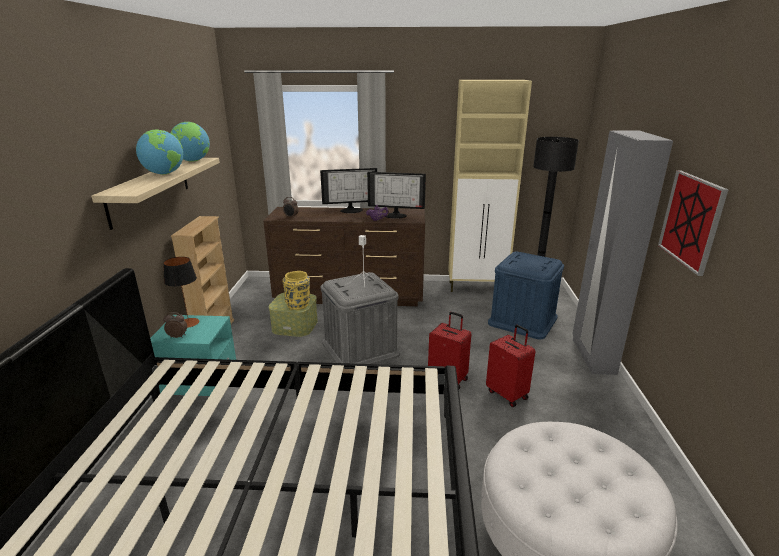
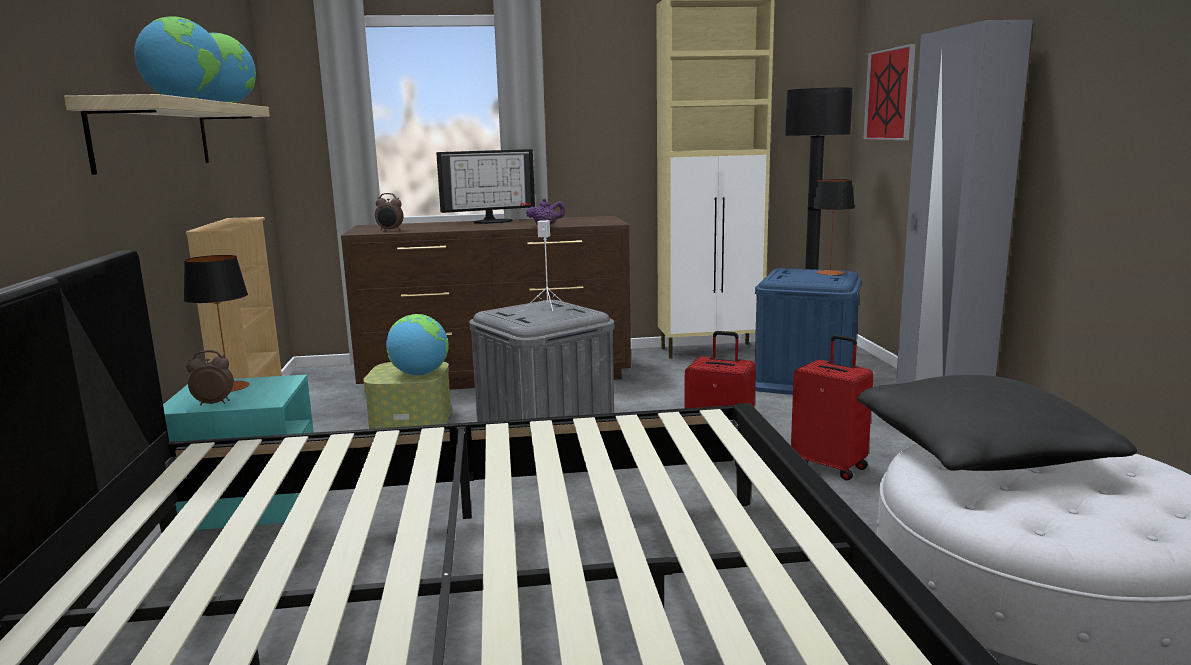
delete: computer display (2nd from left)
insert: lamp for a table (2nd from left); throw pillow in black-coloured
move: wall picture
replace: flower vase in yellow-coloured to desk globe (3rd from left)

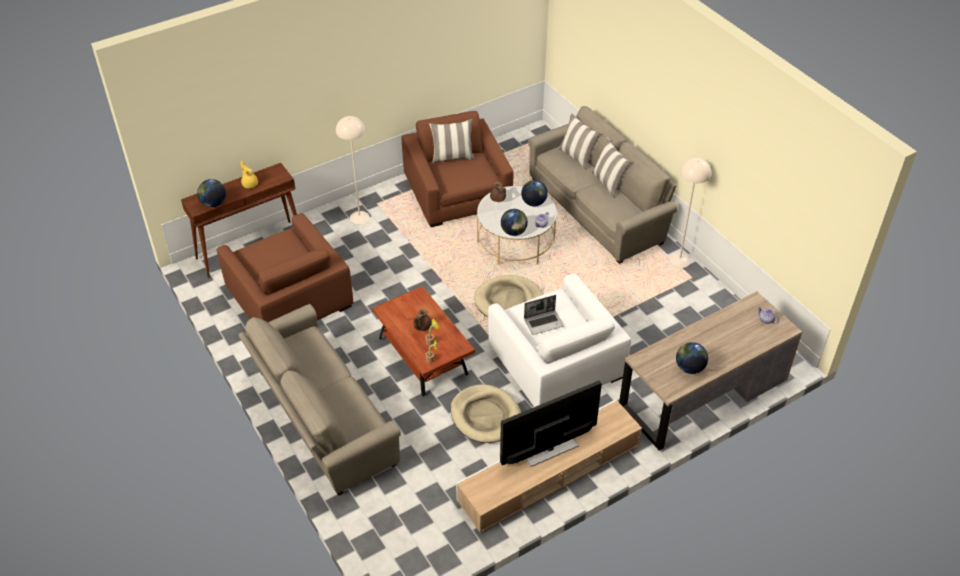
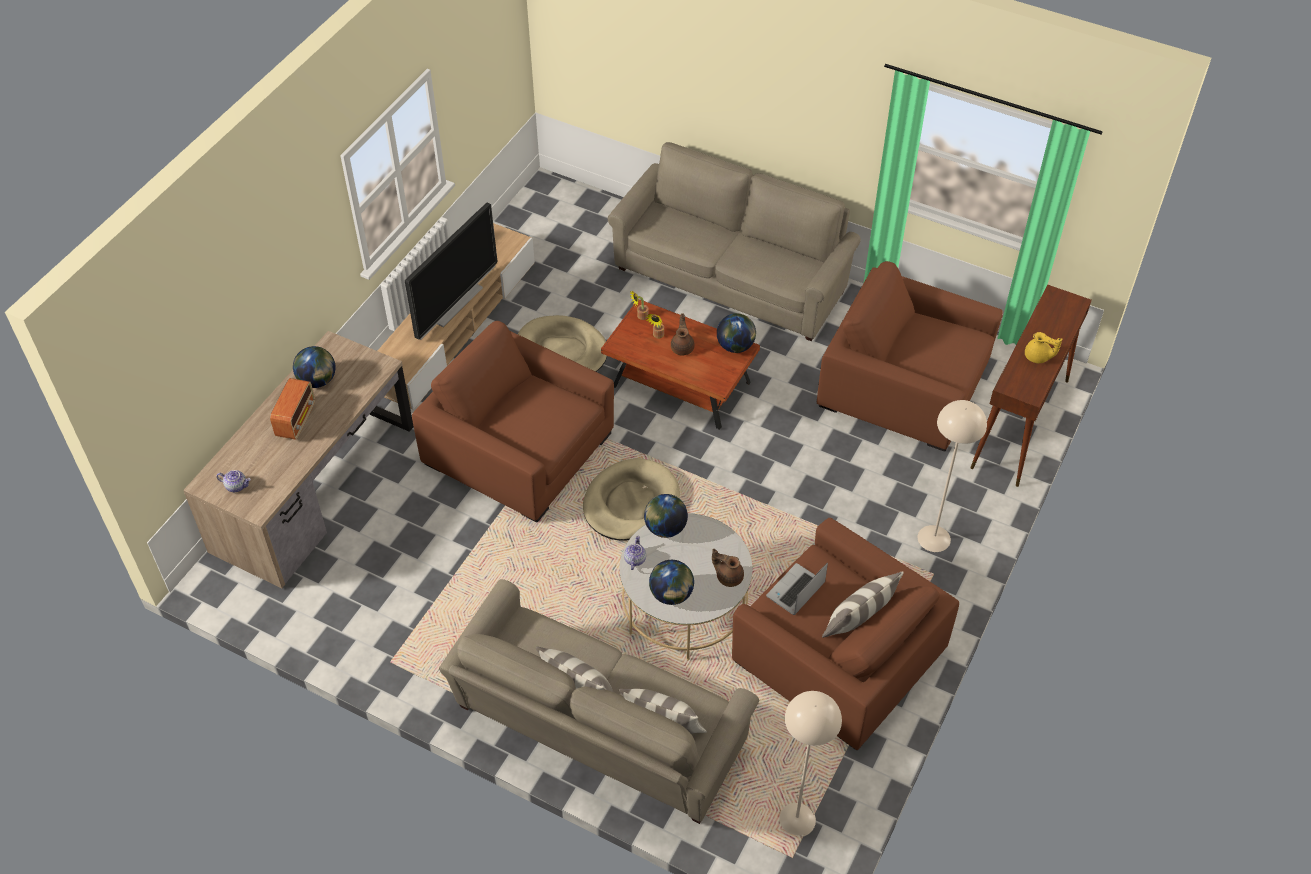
insert: radio
move: desk globe (1st from left in the first image) to desk globe (4th from left); notebook computer; standard lamp in beige-coloured (2nd from left in the first image) to standard lamp in beige-coloured (1st from left)
recolor: armchair in whitish to armchair in brown-coloured (1st from left)

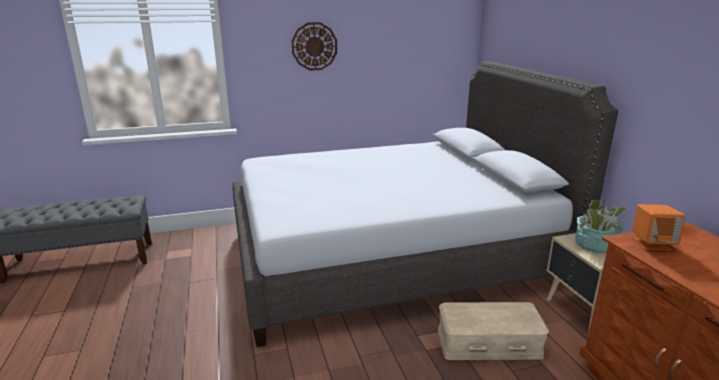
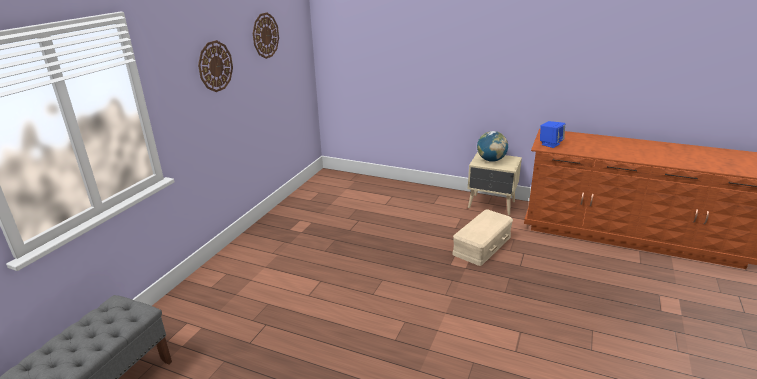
delete: bedroom bed in gray
insert: hanging clock (2nd from left)
replace: plant in a pot to desk globe
recolor: speaker in orangey to speaker in blue

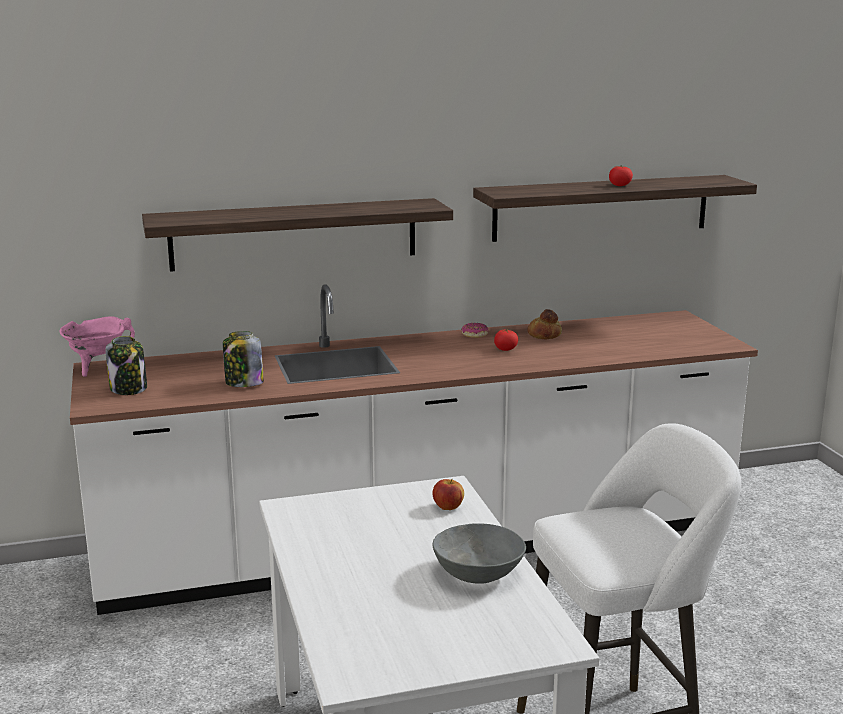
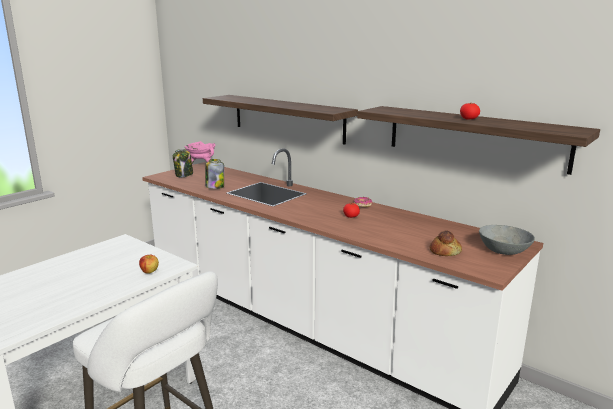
move: bread; serving bowl in gray

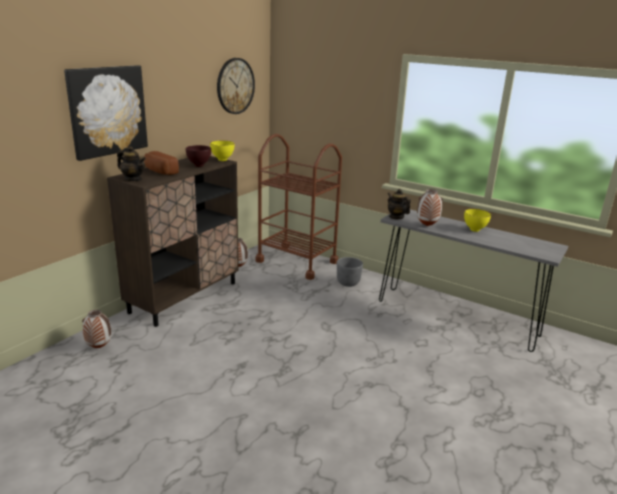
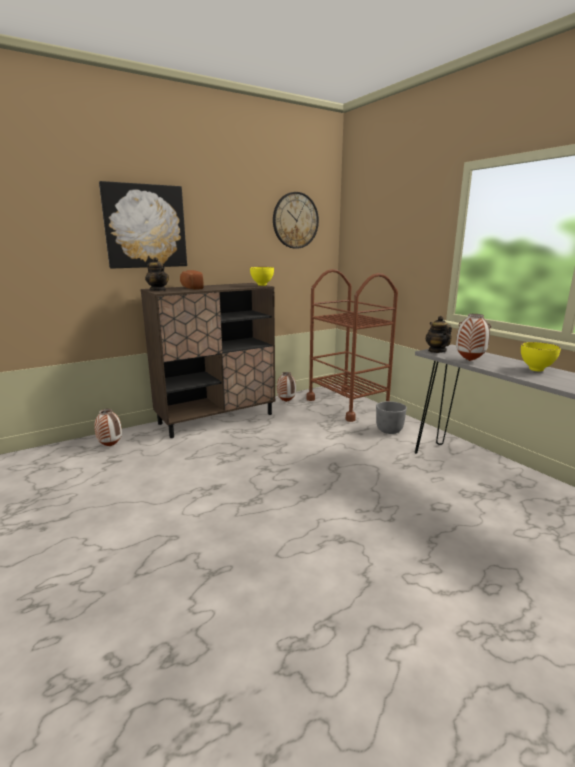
delete: serving bowl in brown-coloured

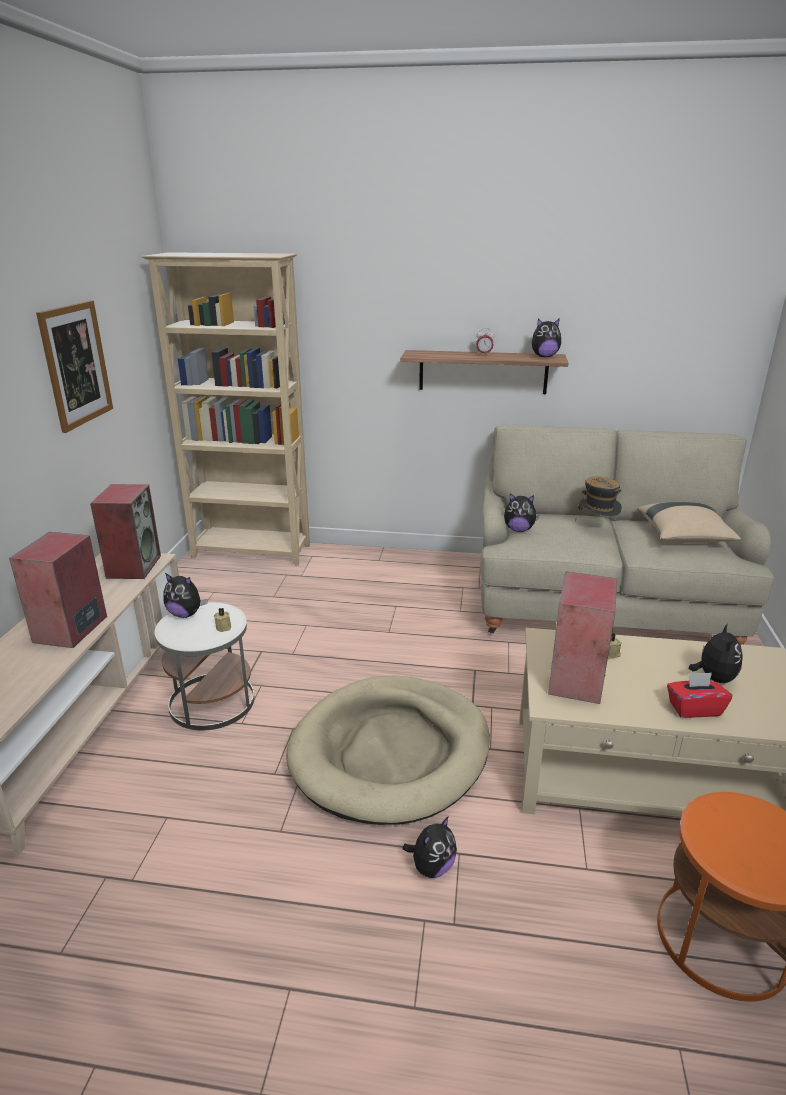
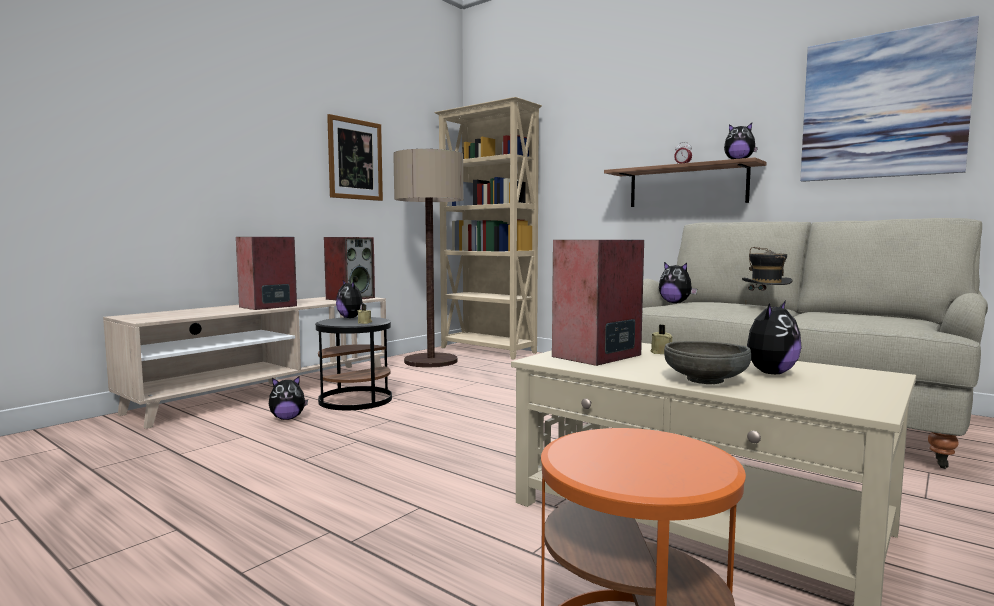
delete: dog cushion in beige-coloured; throw pillow in beige-coloured
insert: standard lamp; wall picture (2nd from left)
move: soft toy (2nd from left in the first image) to soft toy (1st from left)
replace: tissue holder in reddish to serving bowl in gray
recolor: accent table in whitish to accent table in black-coloured

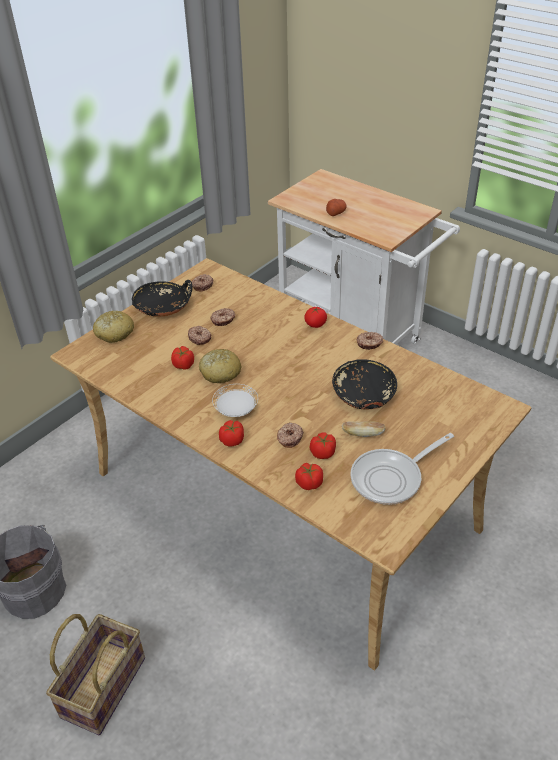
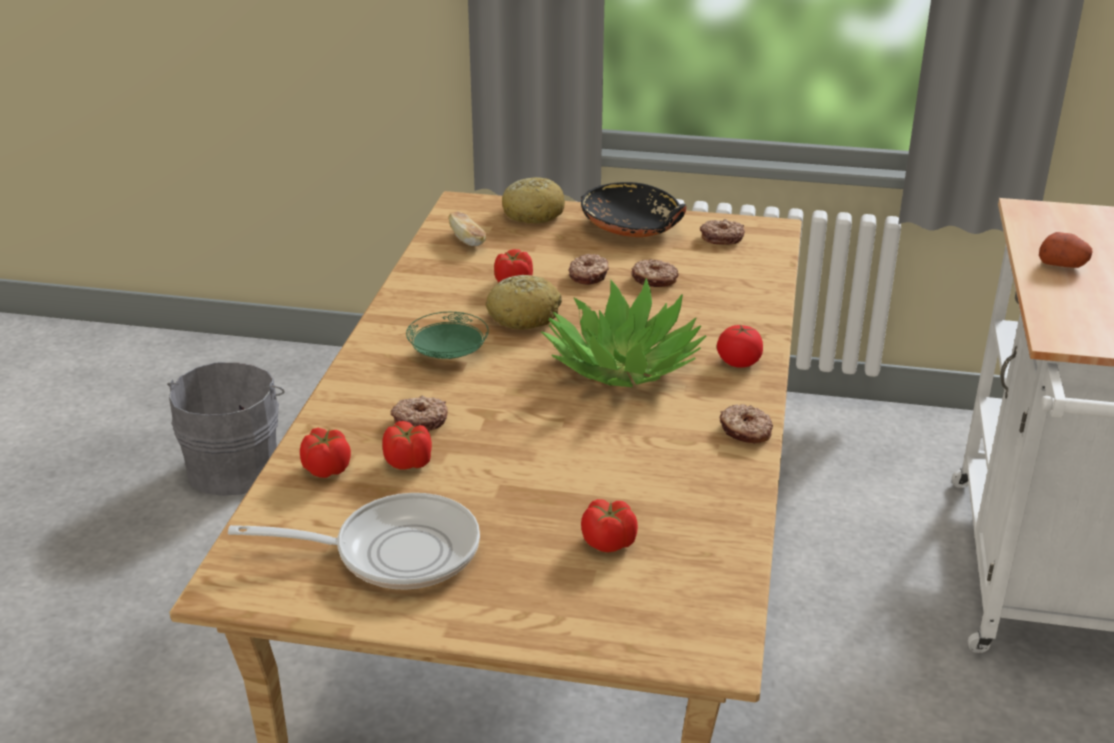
delete: household basket; serving bowl in black-coloured (2nd from left)
insert: plant in a pot
move: bread (3rd from left in the first image) to bread (1st from left); tomato (2nd from left in the first image) to tomato (4th from left)
recolor: dinner plate in whitish to dinner plate in green-coloured
rotate: frying pan 150 degrees clockwise

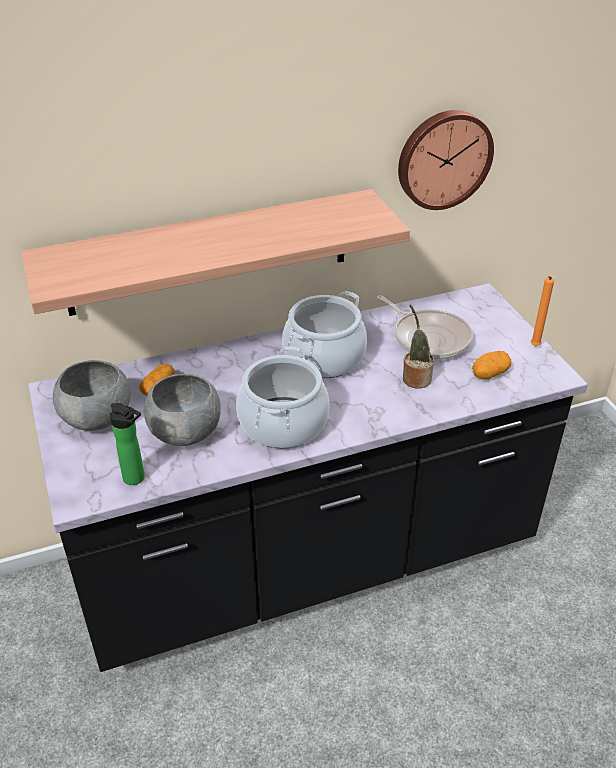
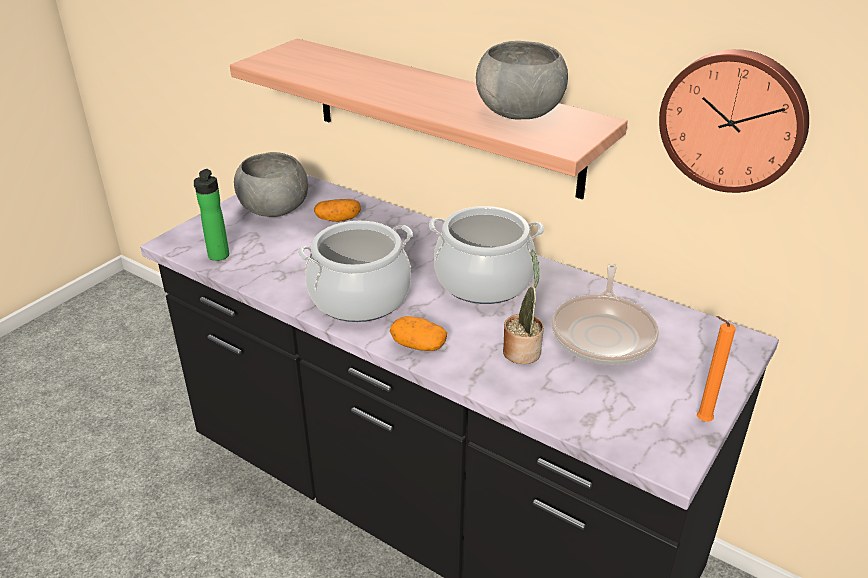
move: whole potato (2nd from left); serving bowl in gray (2nd from left)

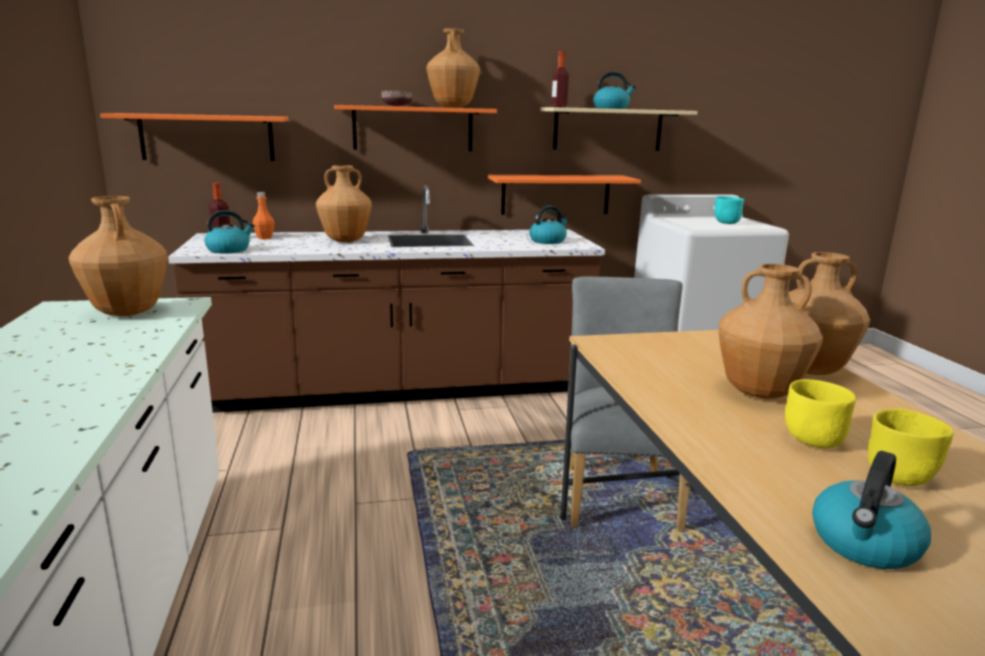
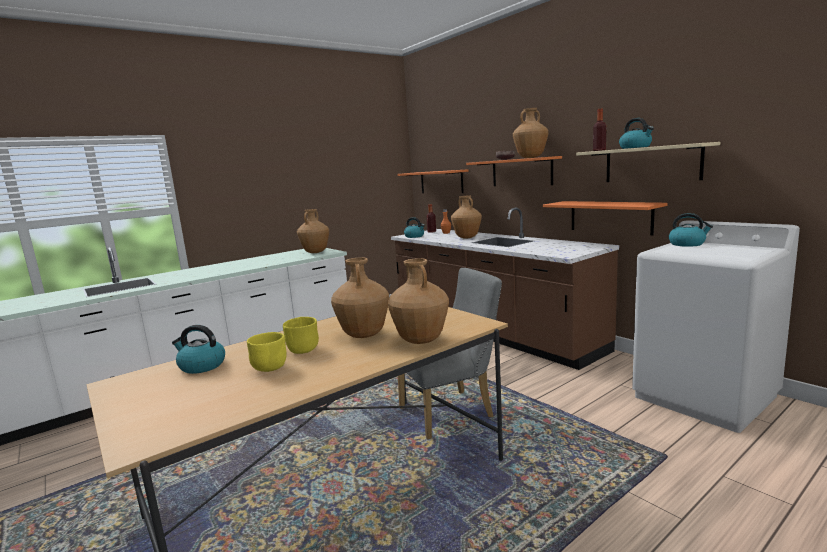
delete: serving bowl in turquoise
move: kettle (2nd from left in the first image) to kettle (4th from left)

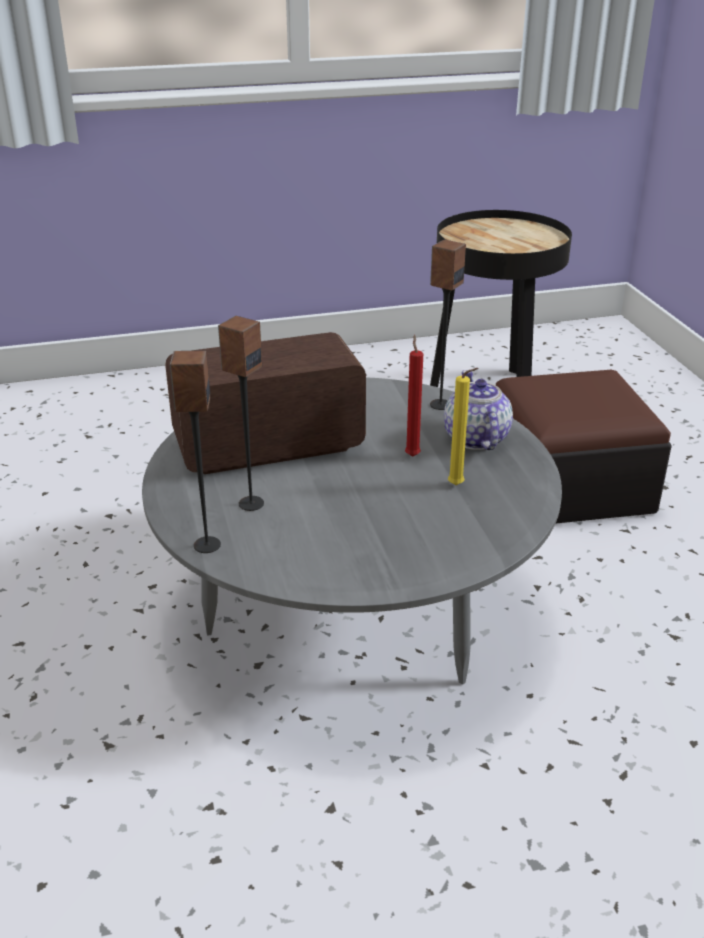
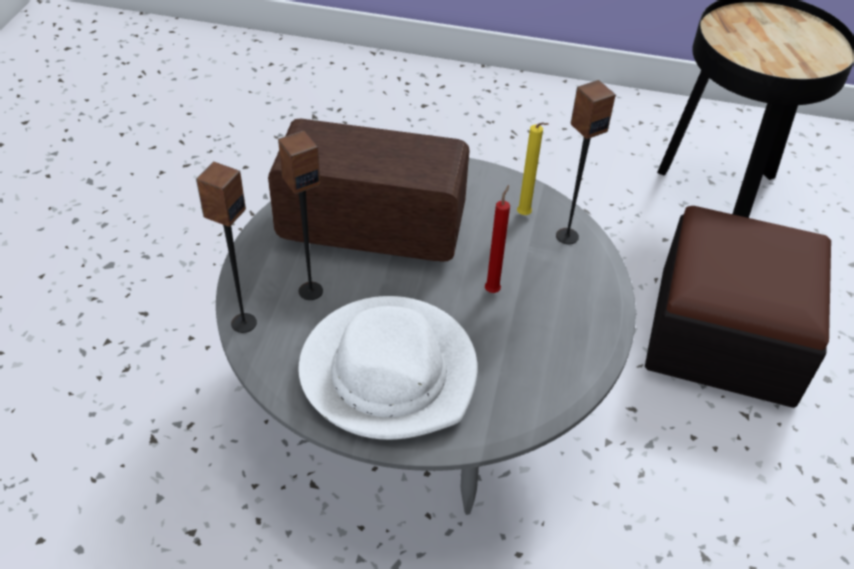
delete: pot for tea
insert: hat in whitish
move: wax candle in yellow-coloured

